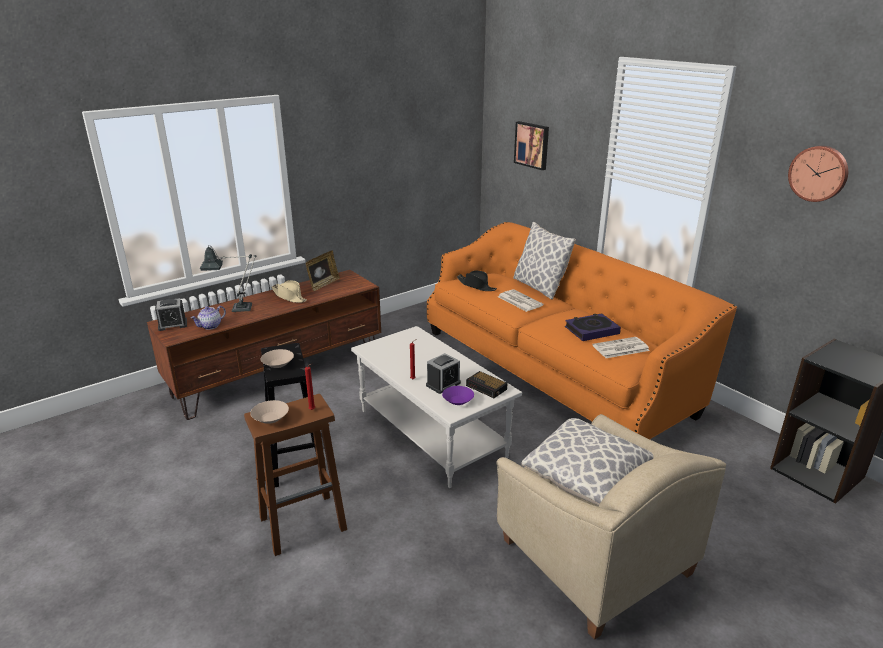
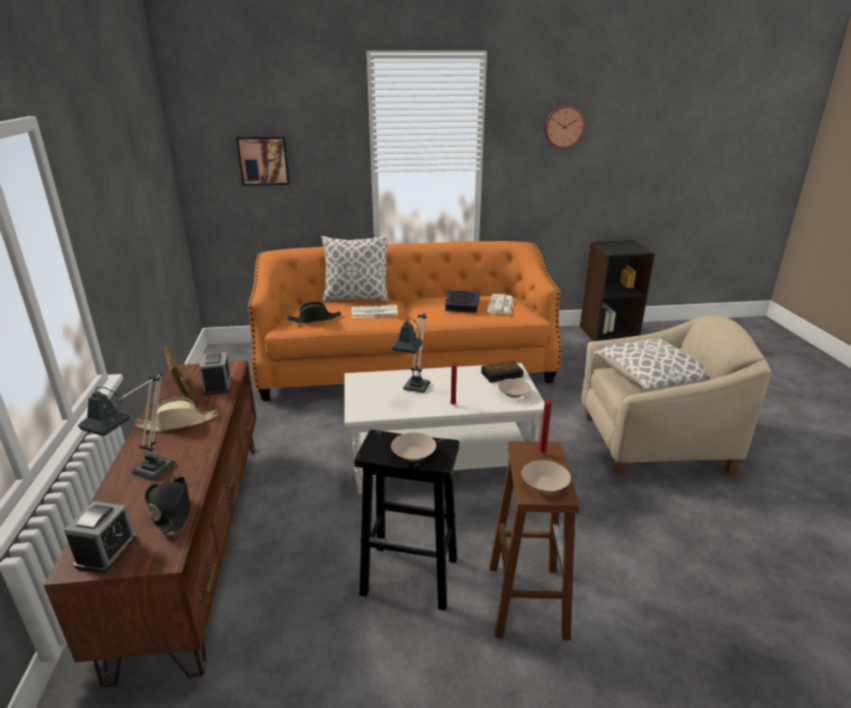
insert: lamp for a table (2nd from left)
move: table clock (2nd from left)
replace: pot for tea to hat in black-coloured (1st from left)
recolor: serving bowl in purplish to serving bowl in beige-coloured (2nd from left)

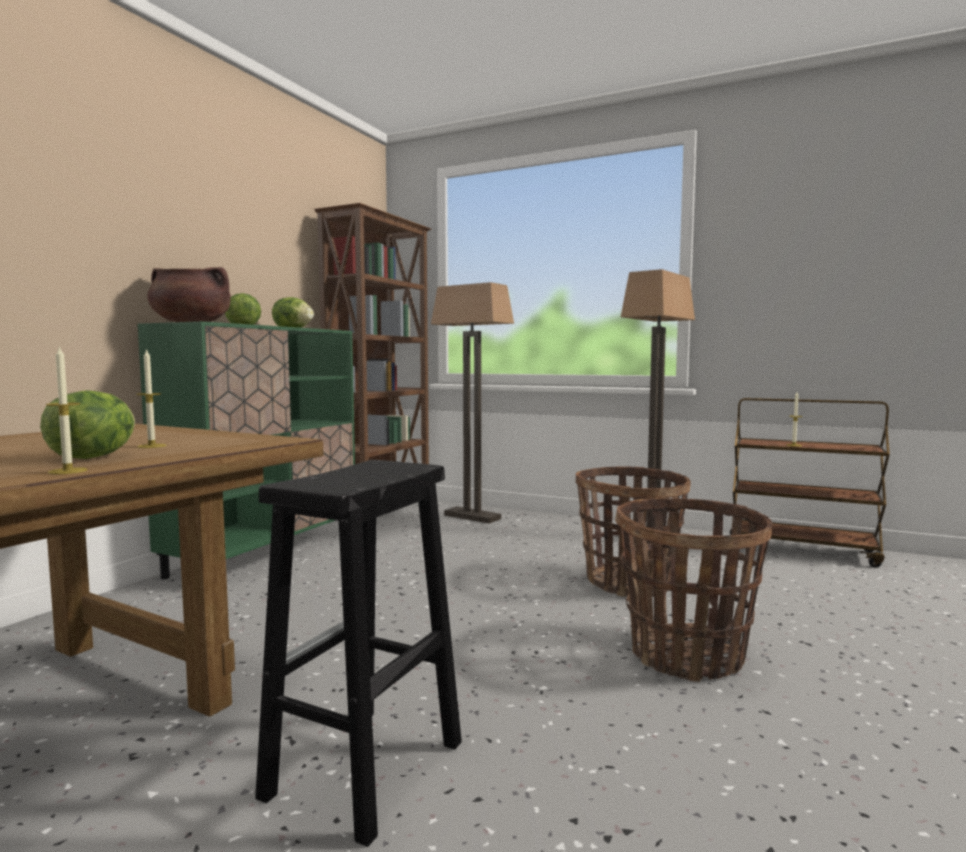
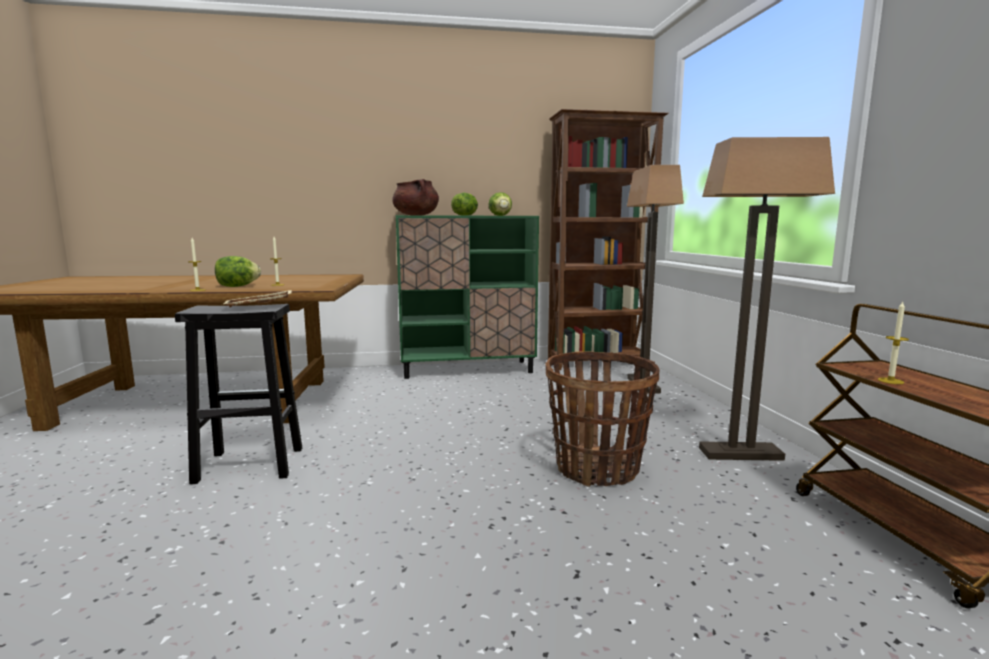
delete: household basket (2nd from left)
insert: serving tray in beige-coloured

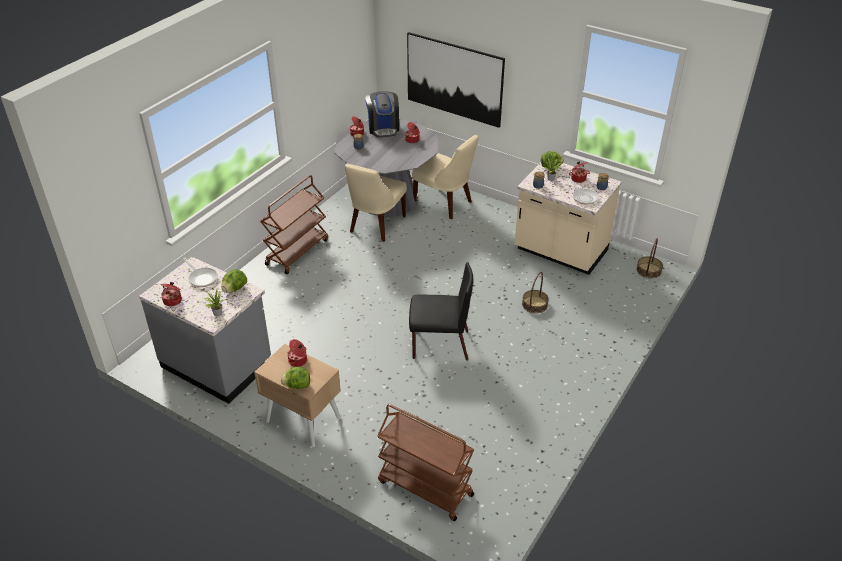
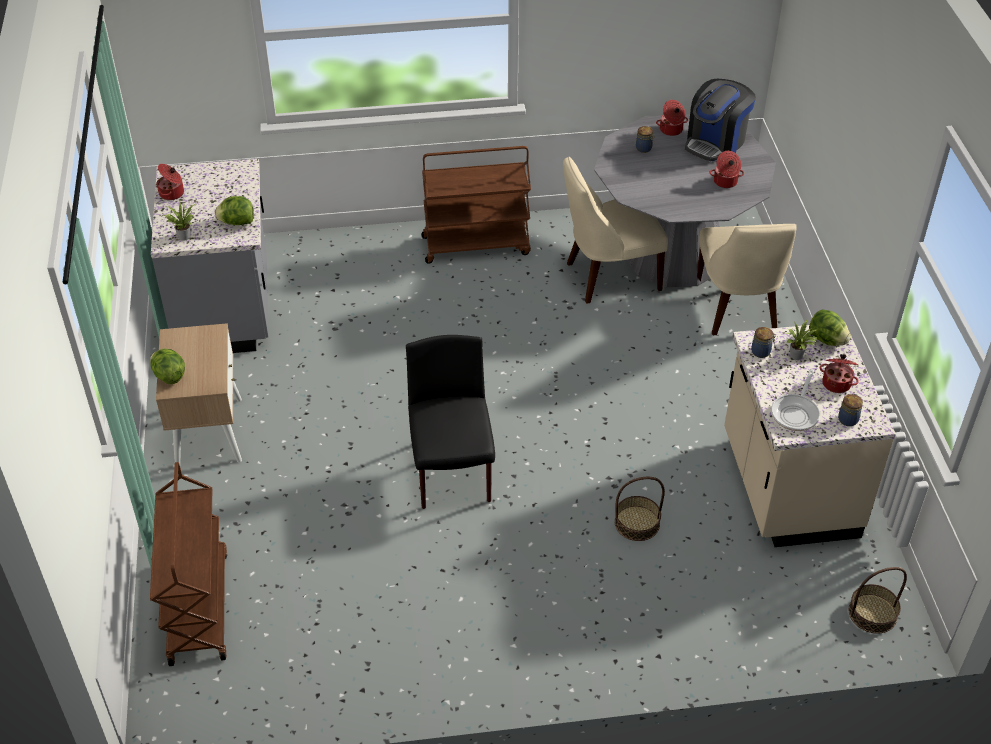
delete: frying pan (1st from left); stockpot (2nd from left); wall picture
rotate: upright chair in black-coloured 150 degrees counterclockwise

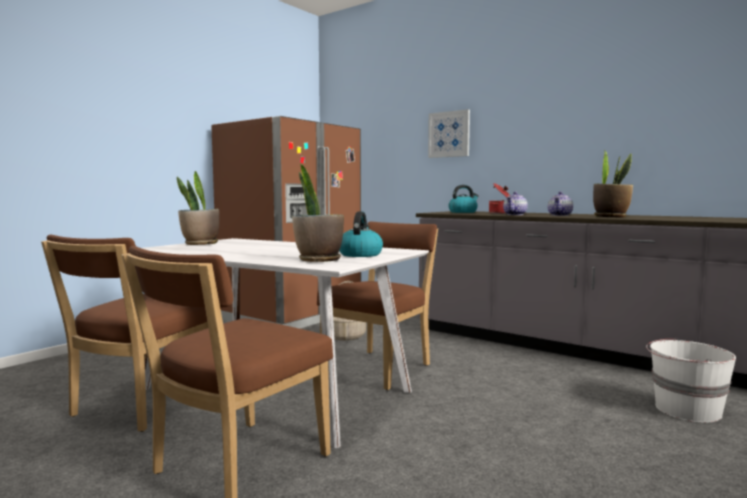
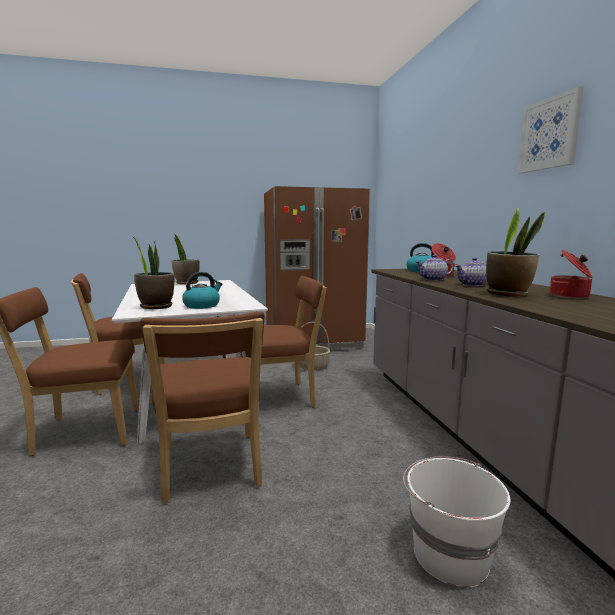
insert: upright chair in brown-coloured (3rd from left); stockpot (2nd from left)
move: wall picture

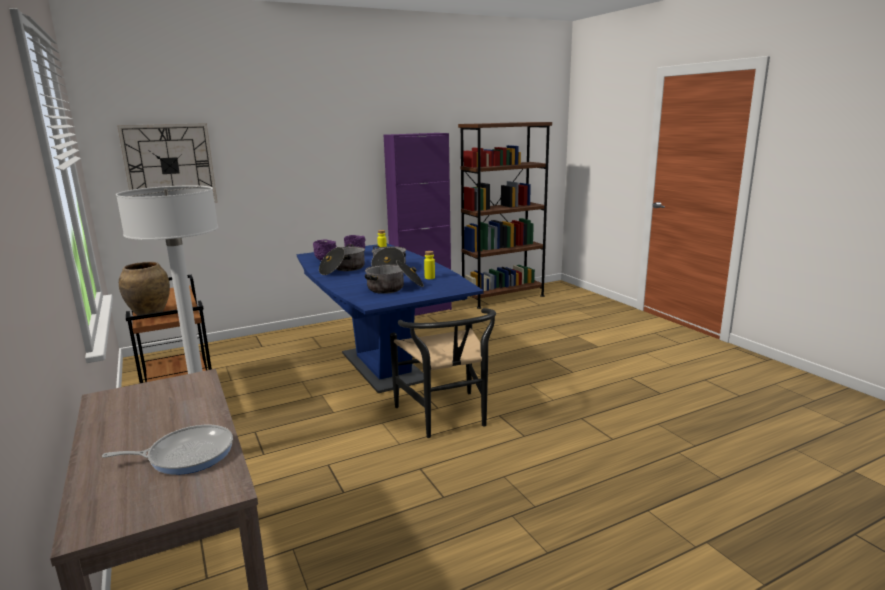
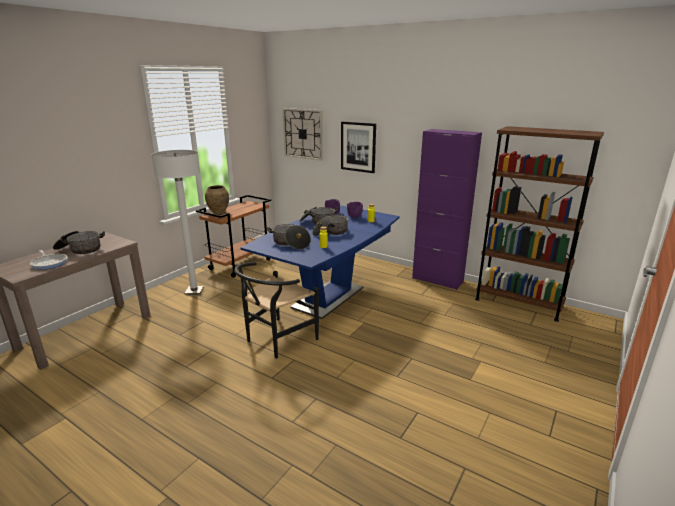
insert: stockpot (1st from left); wall picture

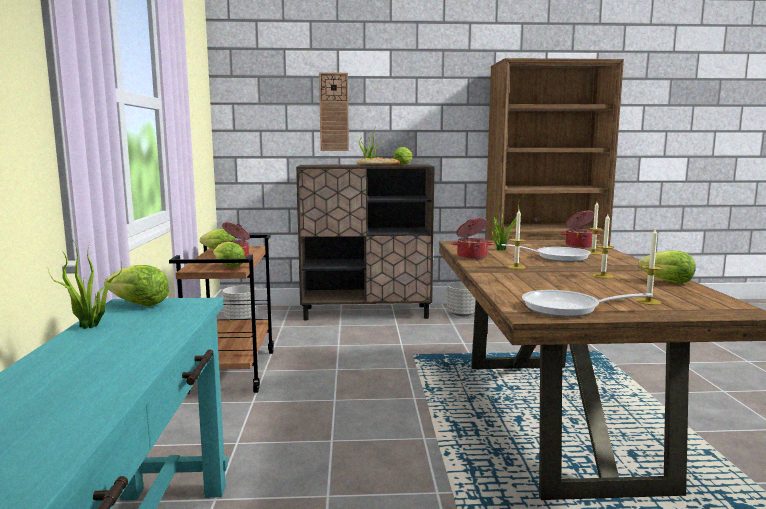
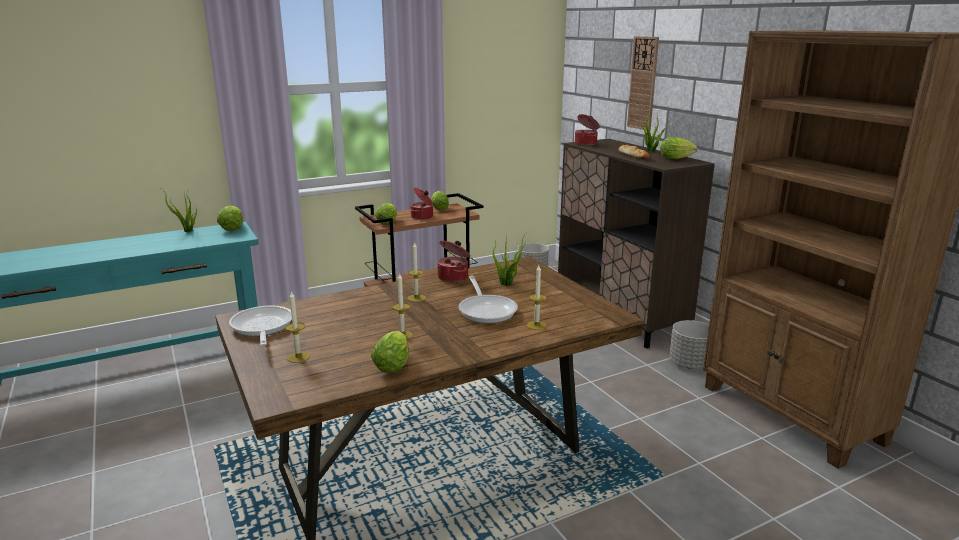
move: stockpot (3rd from left)

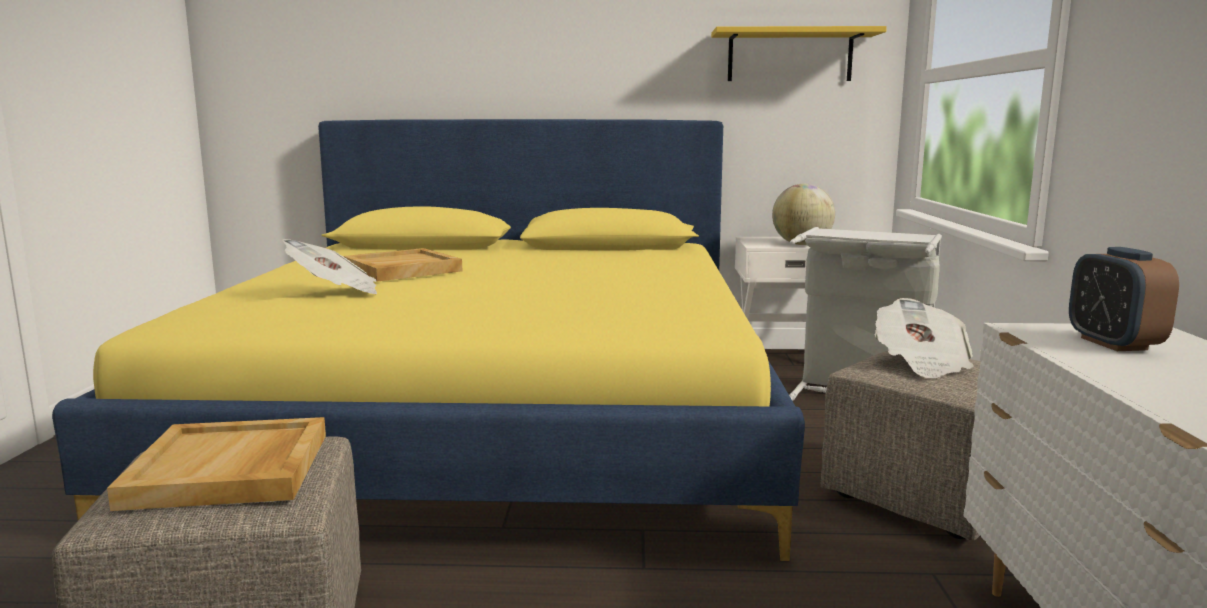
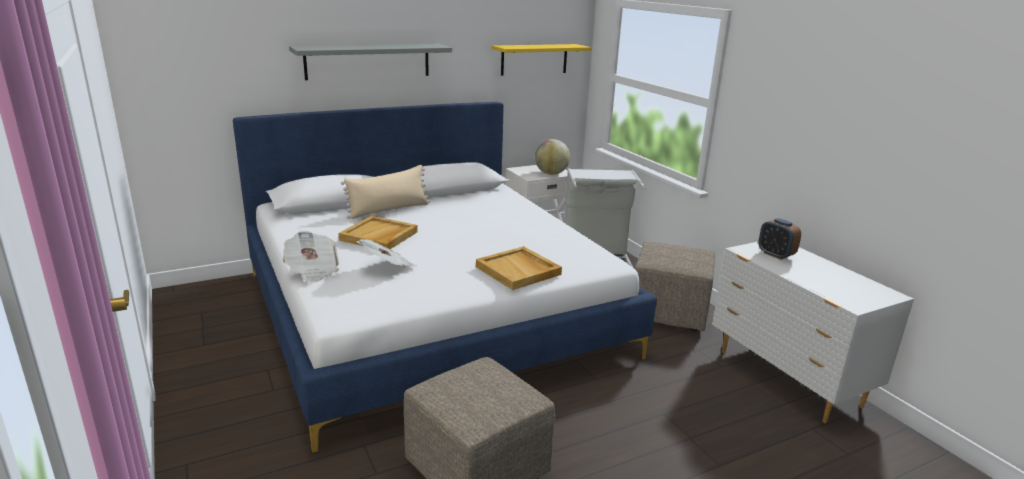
insert: shelf in gray; throw pillow in beige-coloured
move: printed paper (2nd from left in the first image) to printed paper (1st from left); serving tray in beige-coloured (1st from left in the first image) to serving tray in beige-coloured (2nd from left)
recolor: bedroom bed in yellow-coloured to bedroom bed in whitish

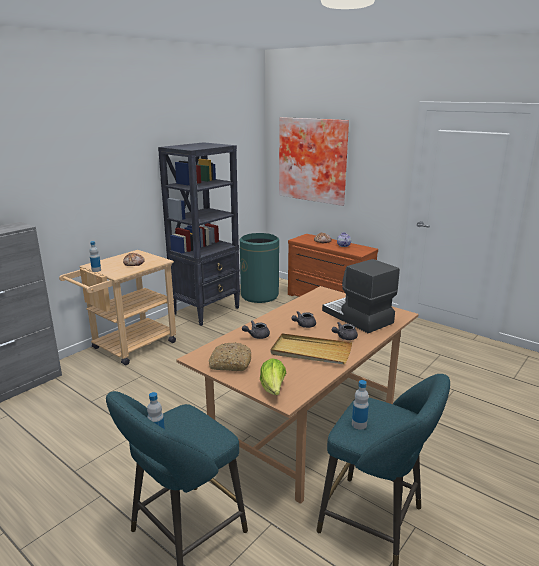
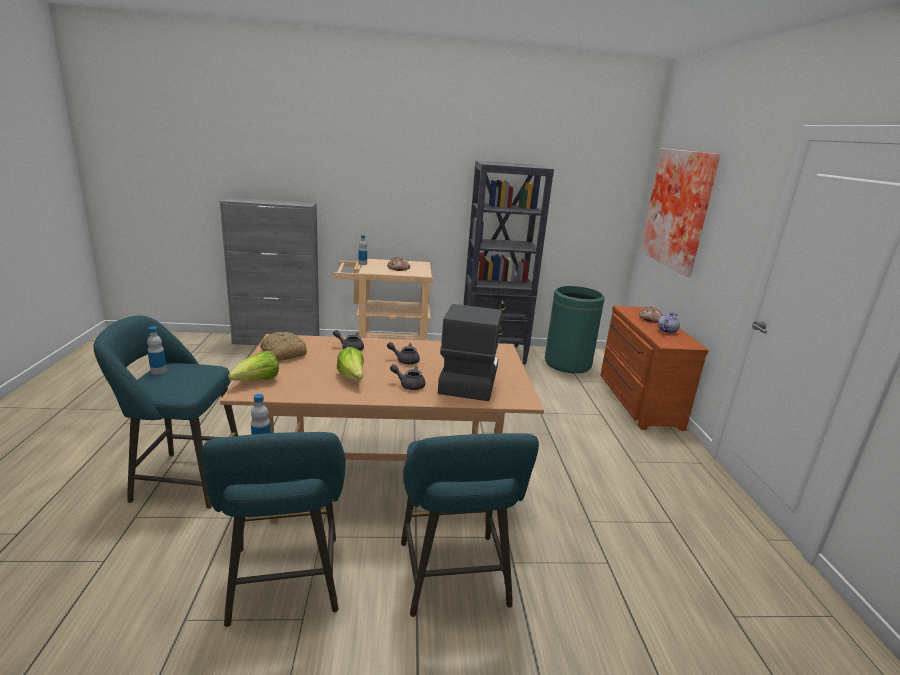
insert: stool in turquoise (3rd from left)
replace: serving tray in beige-coloured to lettuce head (2nd from left)

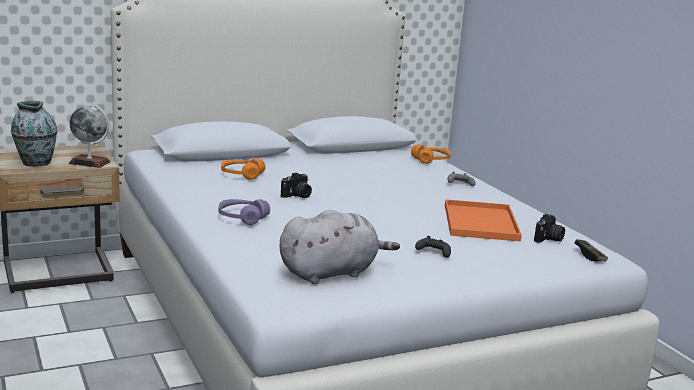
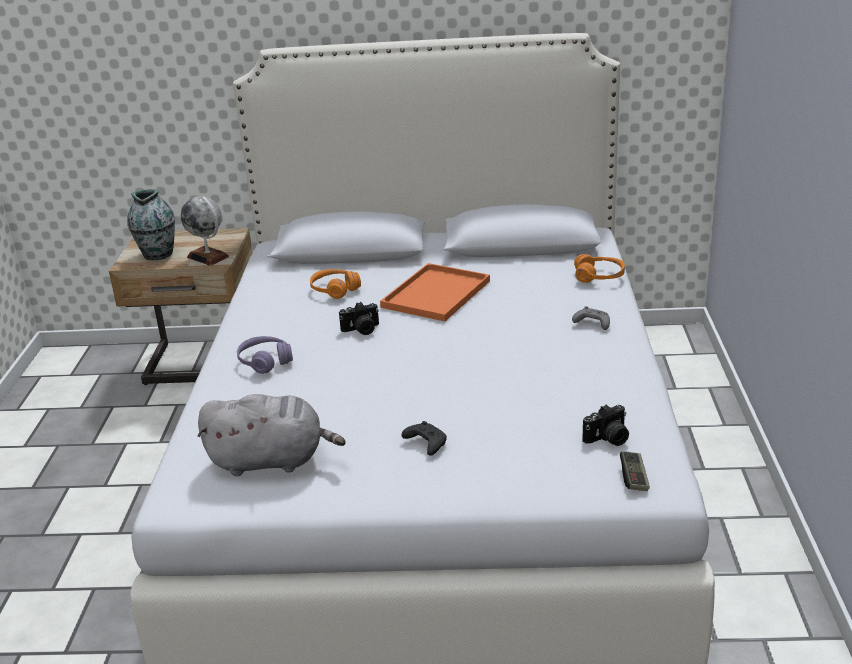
move: serving tray in orangey

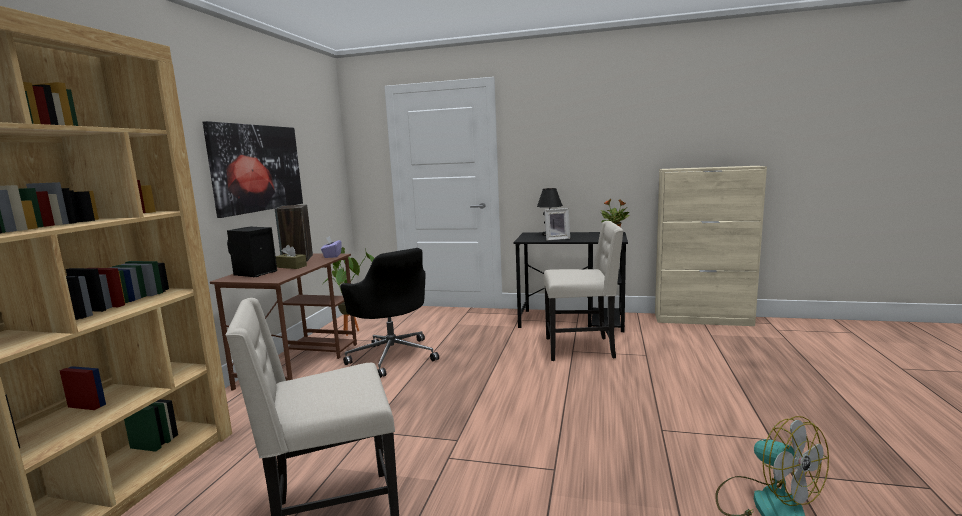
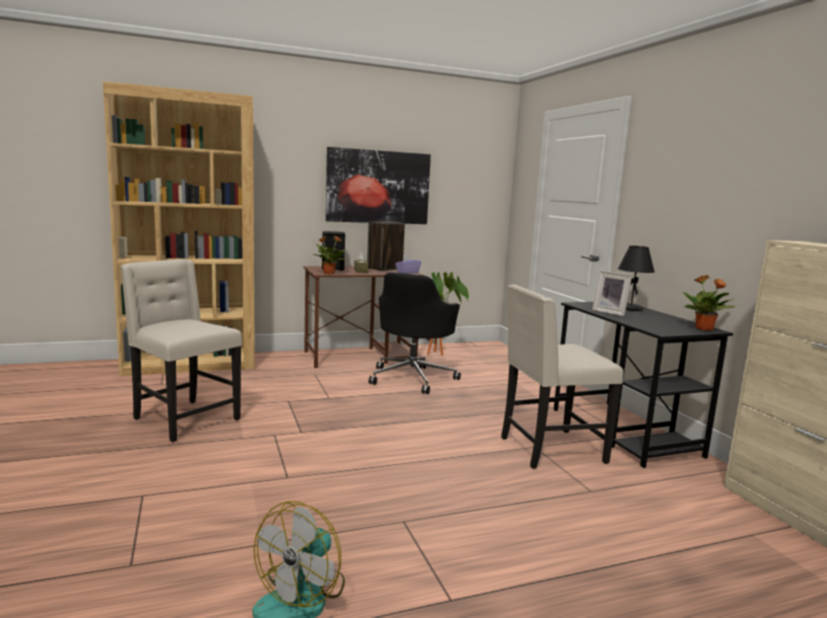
insert: plant in a pot (1st from left)
rotate: upright chair in beige-coloured (2nd from left) 105 degrees clockwise

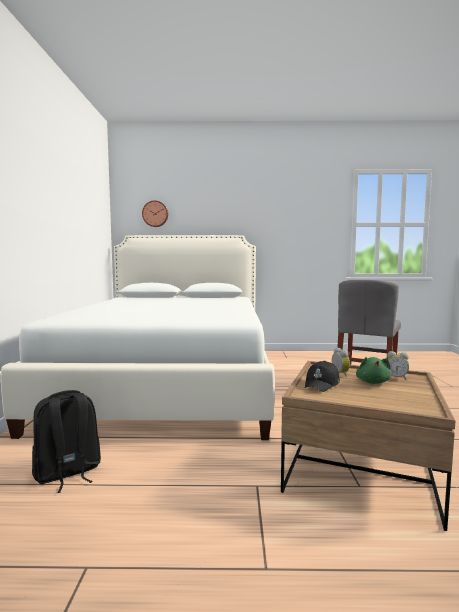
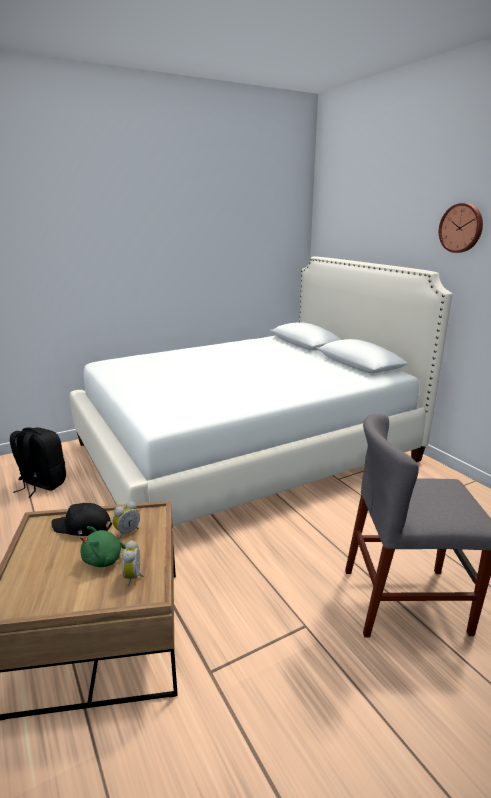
move: hanging clock

